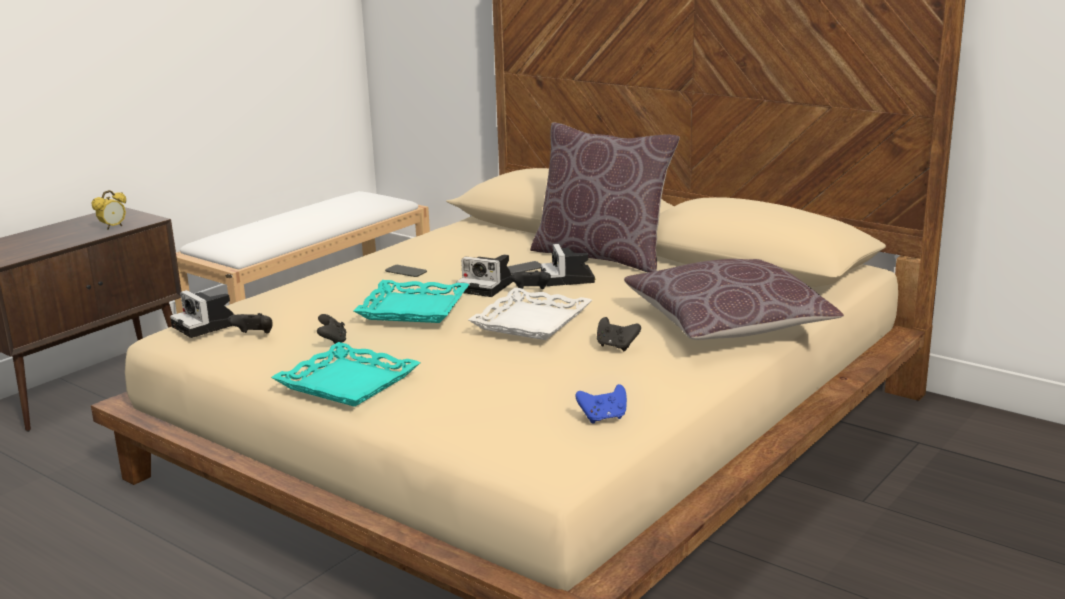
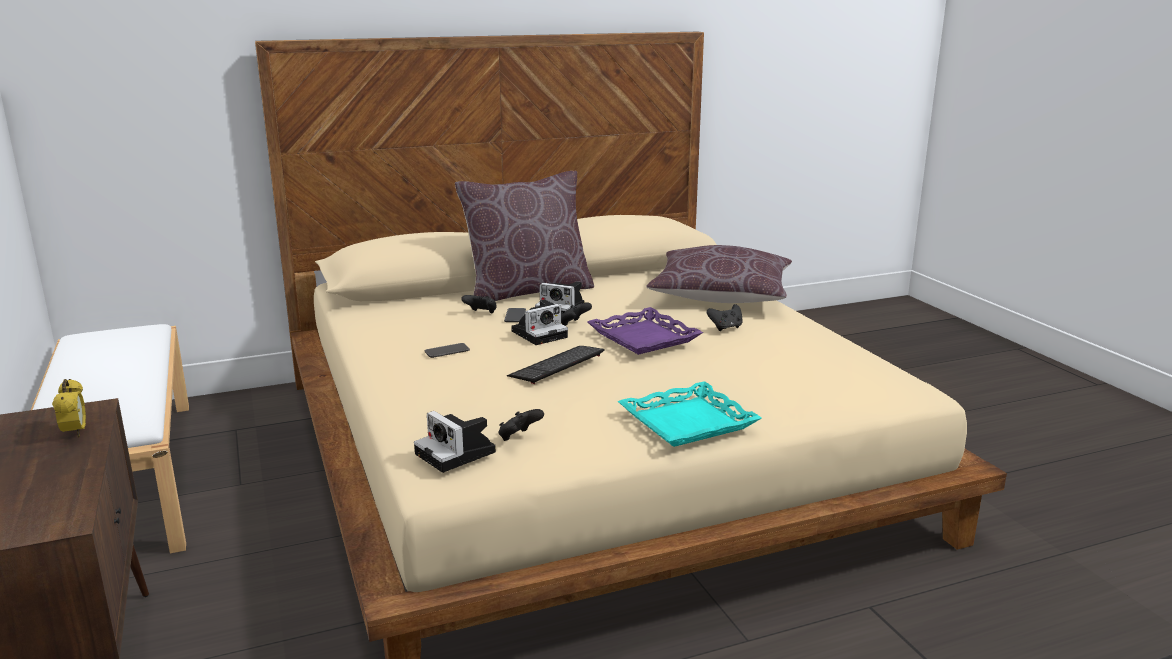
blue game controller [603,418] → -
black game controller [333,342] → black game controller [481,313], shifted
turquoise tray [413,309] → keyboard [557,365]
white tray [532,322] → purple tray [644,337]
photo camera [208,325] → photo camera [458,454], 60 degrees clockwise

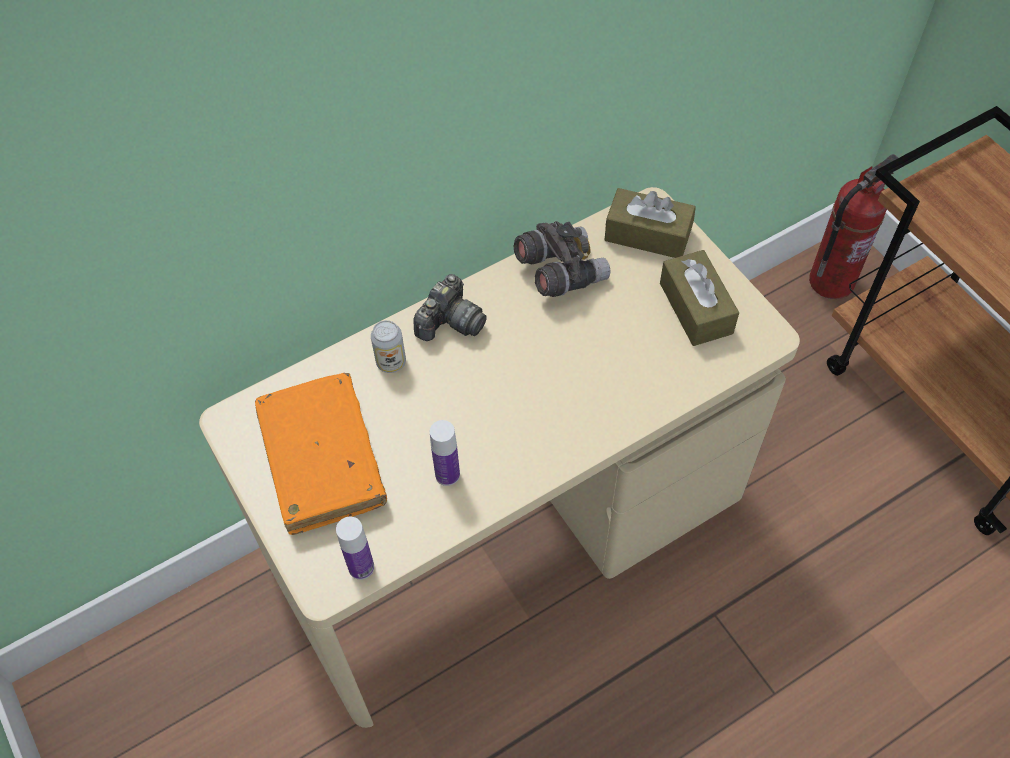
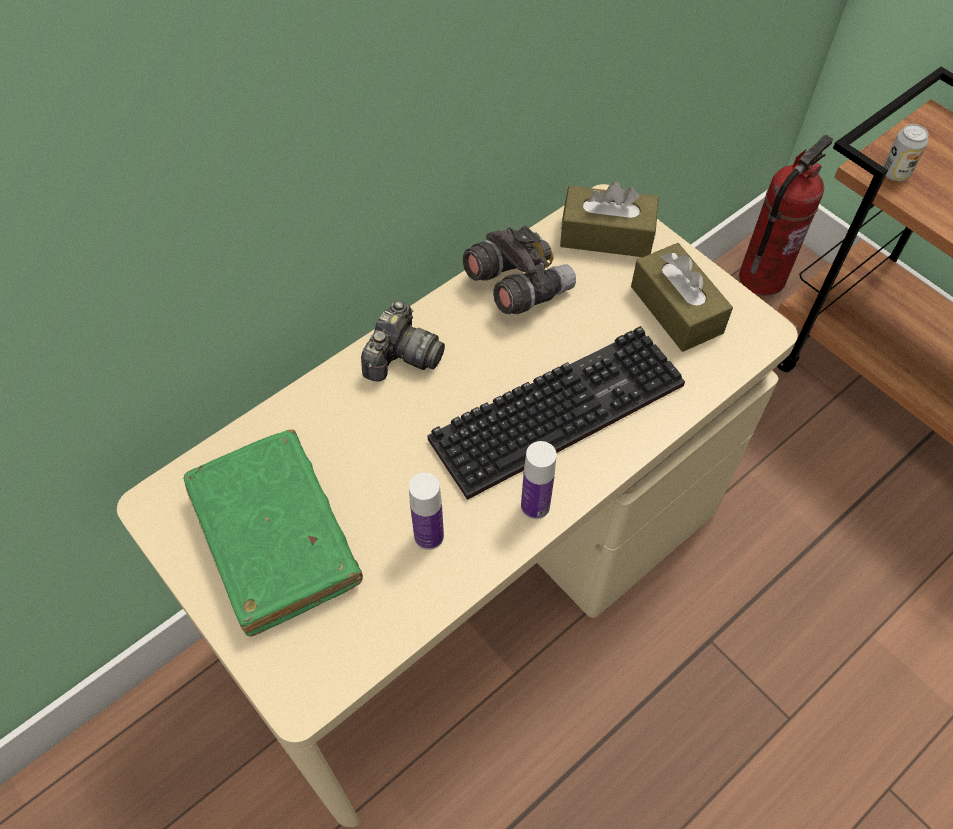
- → keyboard [558,407]
bottle [361,567] → bottle [535,506], shifted
can [391,362] → can [895,173], shifted
orange book [322,460] → green book [275,538]

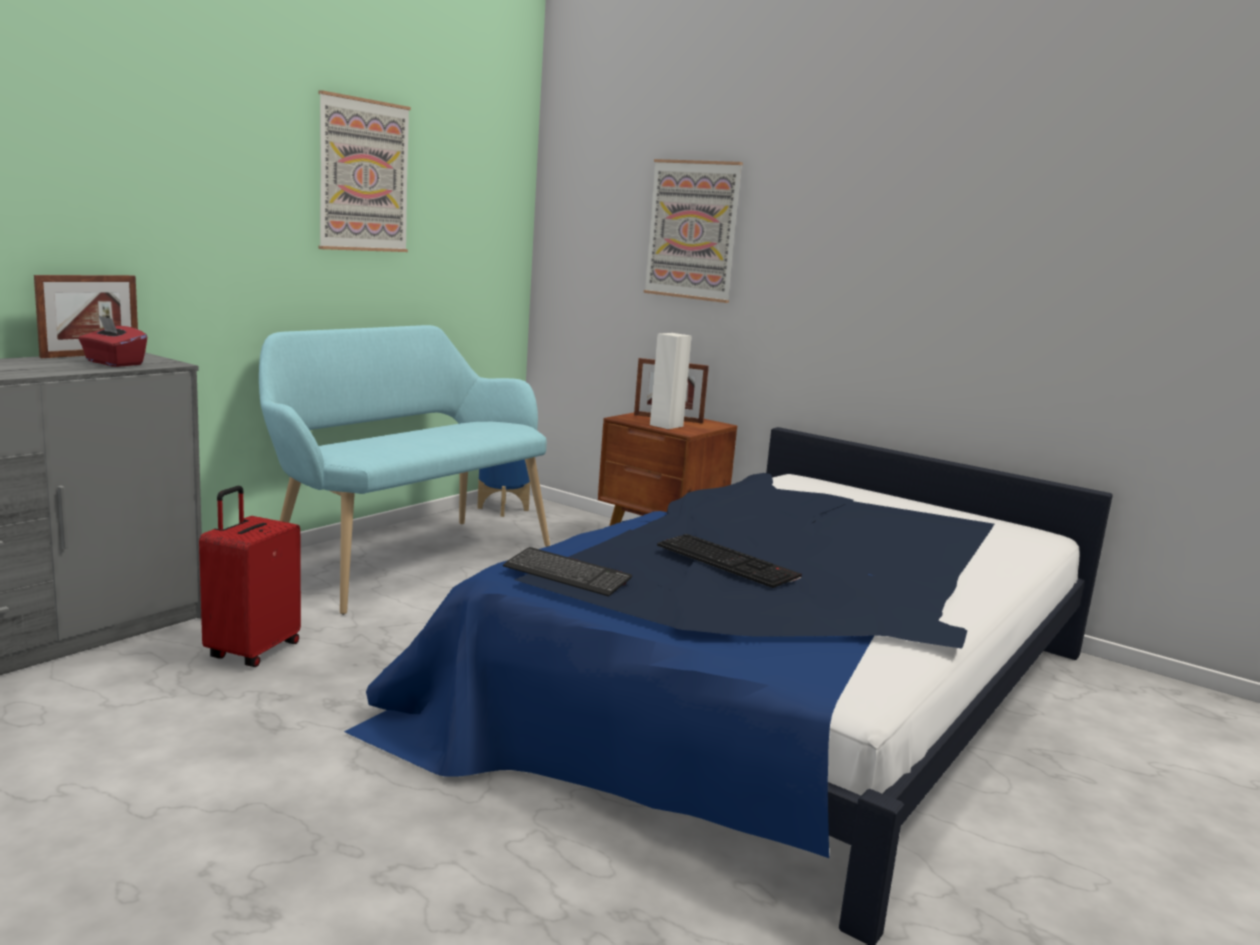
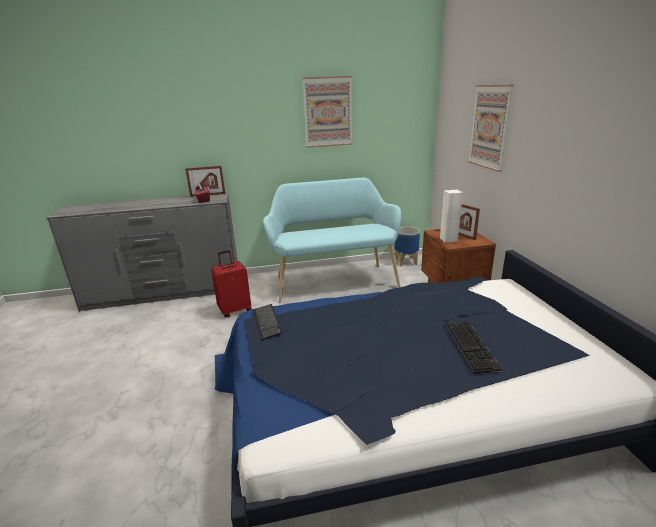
keyboard [729,561] → keyboard [472,346], shifted

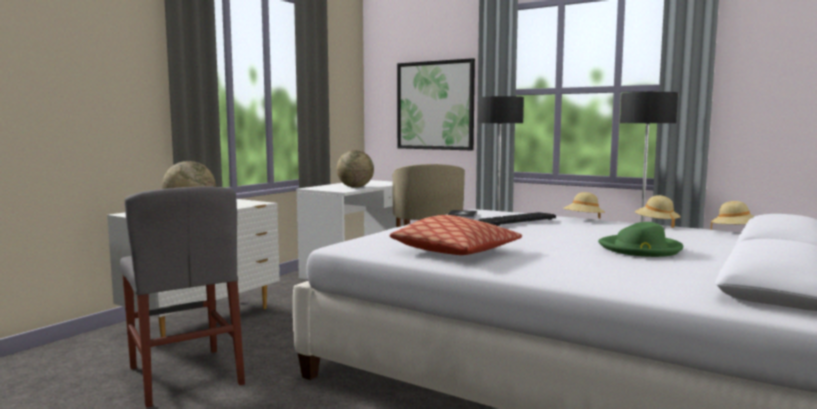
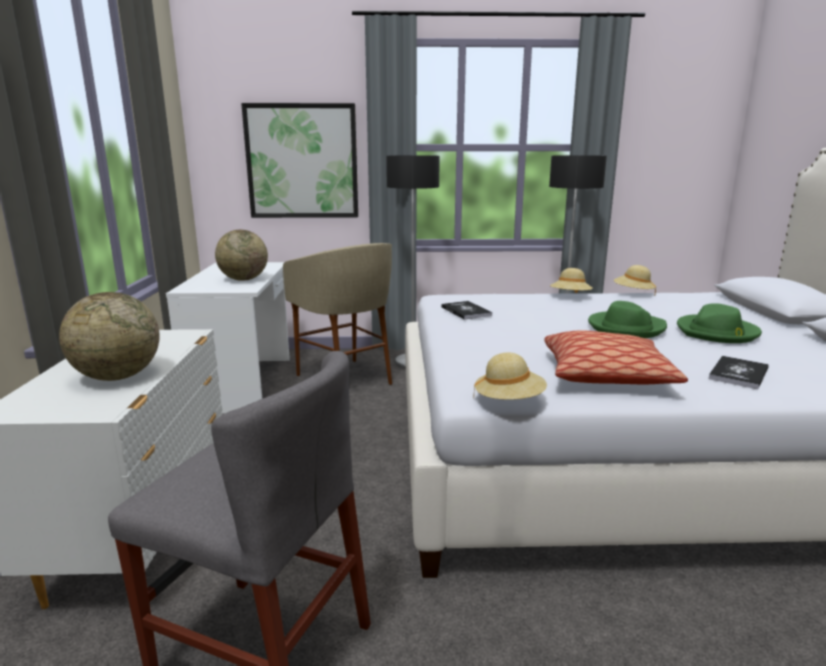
keyboard [518,221] → -
- → green hat [626,328]
- → book [738,373]
beige hat [735,232] → beige hat [509,401], shifted

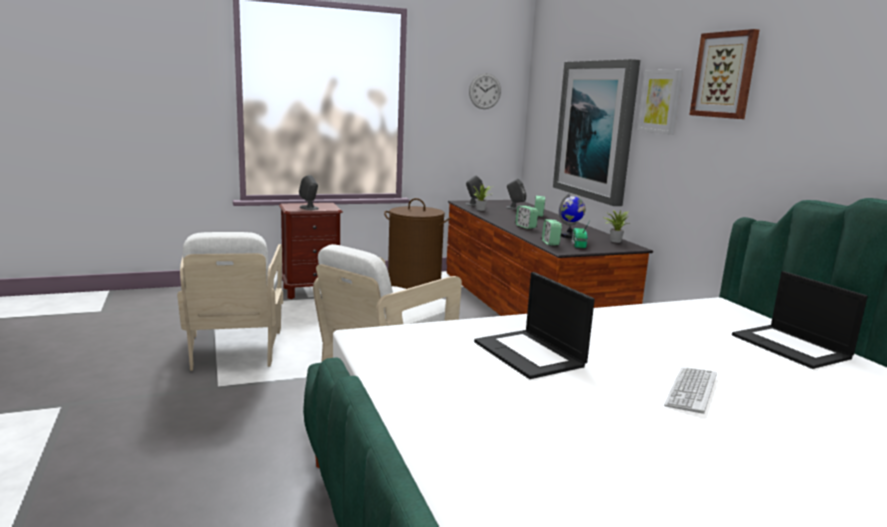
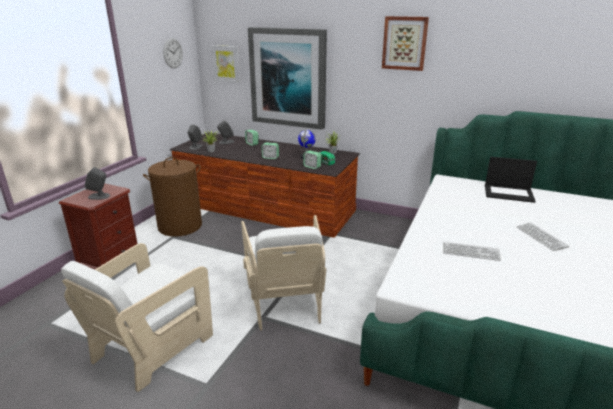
picture [660,101] → picture [226,64], shifted
laptop [530,354] → keyboard [470,252]
white armchair [234,347] → white armchair [153,346], 90 degrees clockwise

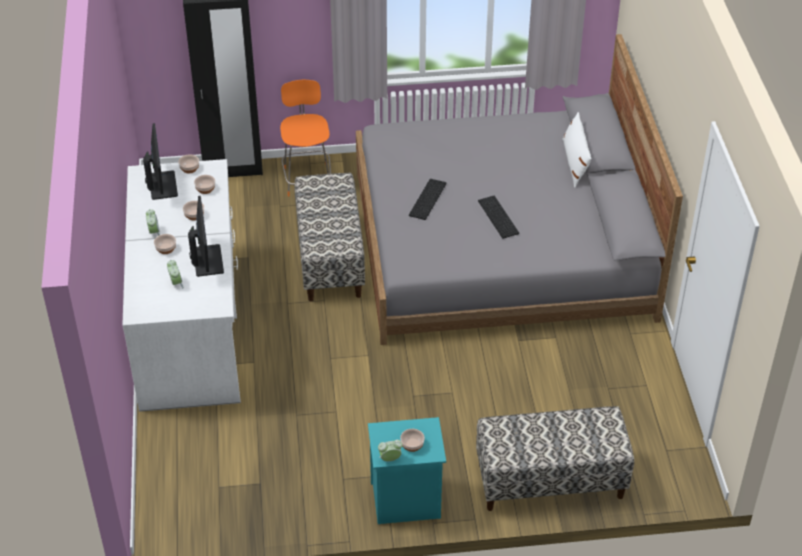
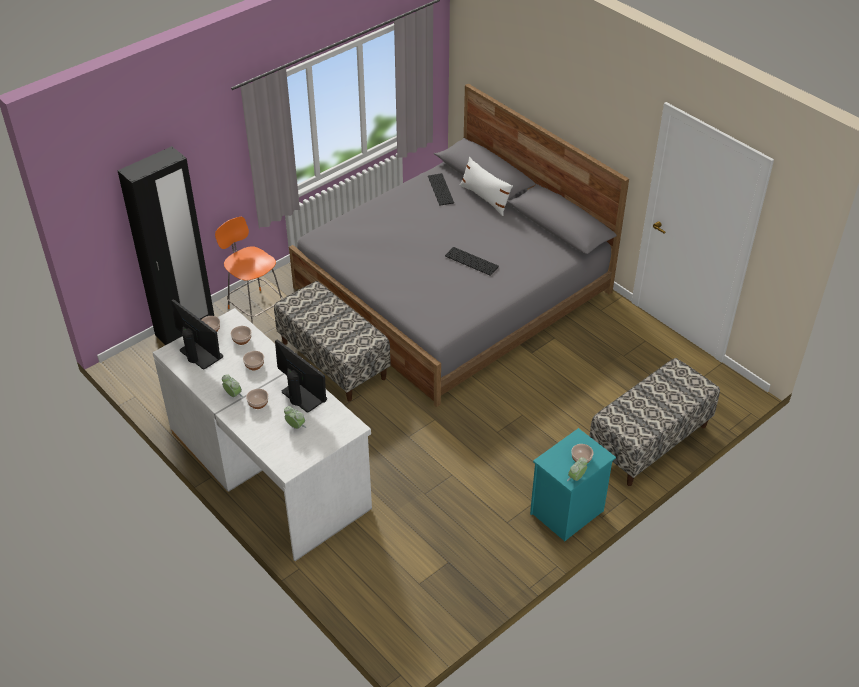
keyboard [428,200] → keyboard [441,189], shifted

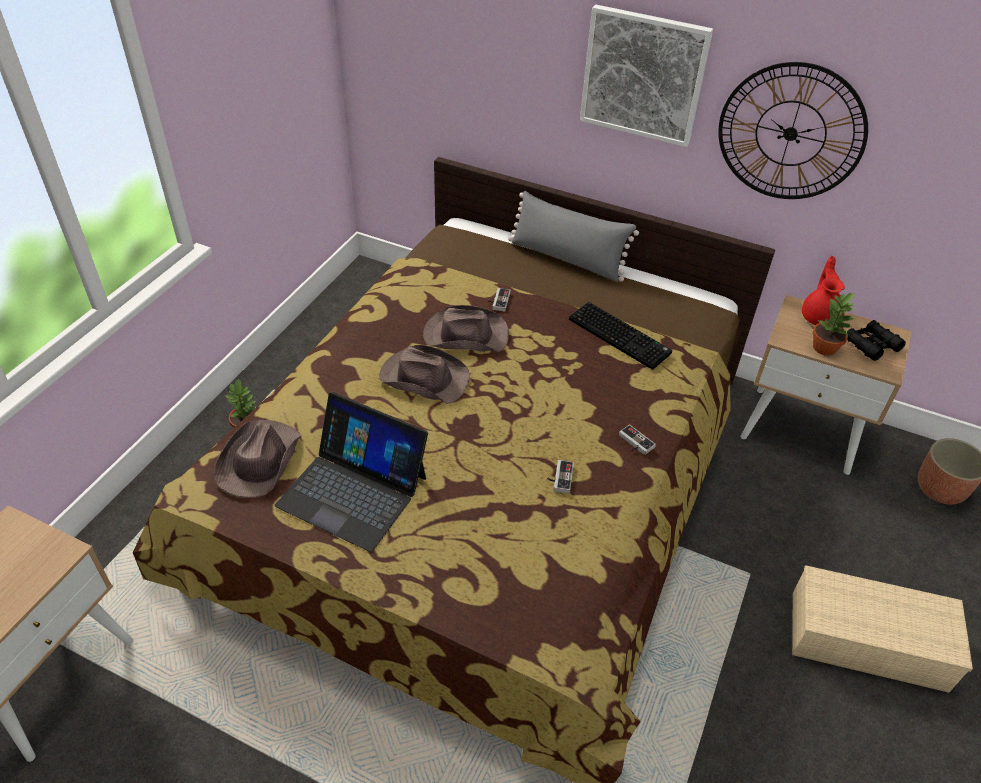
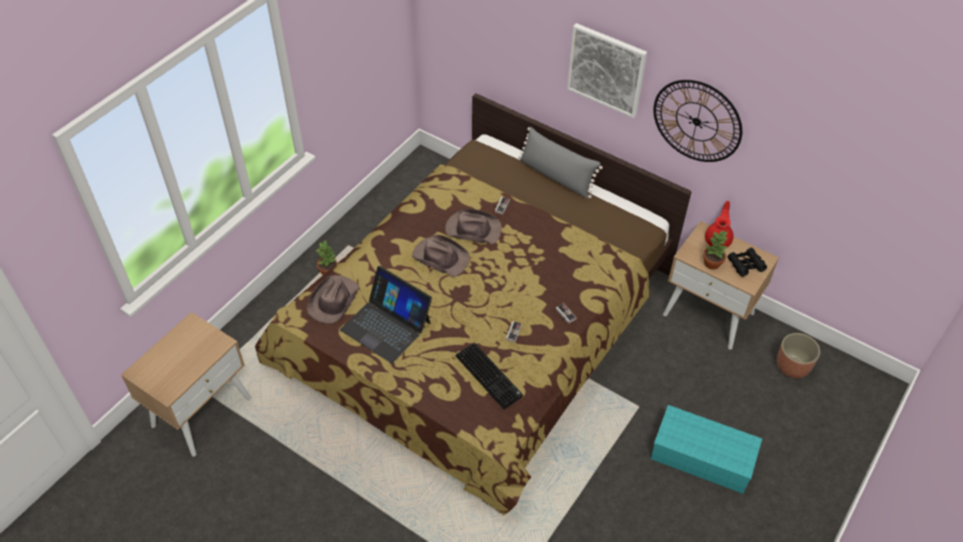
keyboard [621,336] → keyboard [490,376], shifted
beige storage box [869,639] → turquoise storage box [704,456]

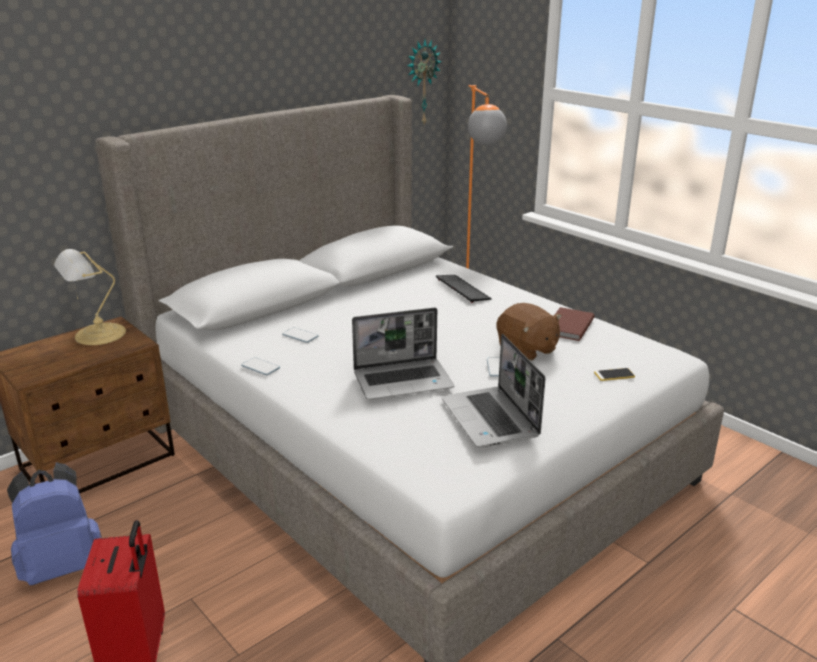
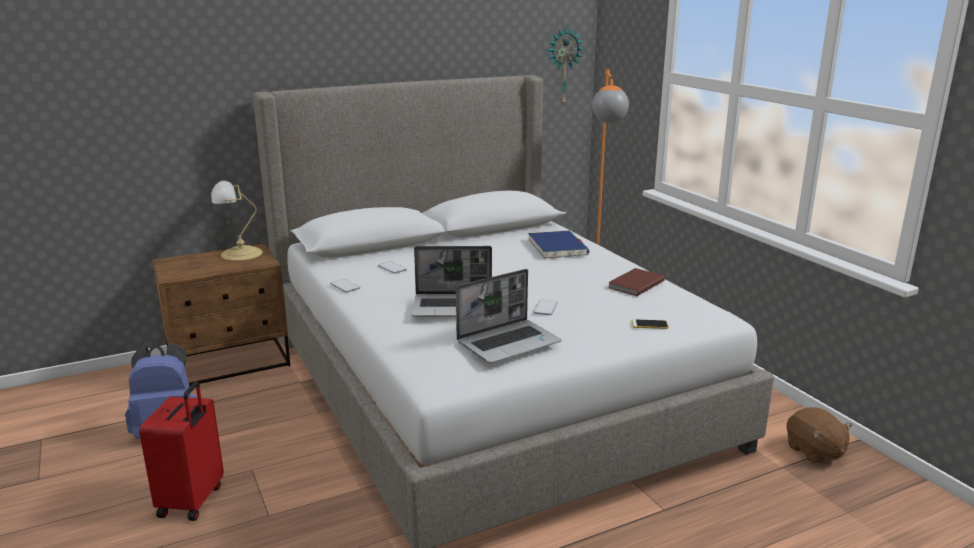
brown plush toy [526,350] → brown plush toy [814,451], shifted
keyboard [462,289] → blue book [557,248]
laptop [491,419] → laptop [509,342], 120 degrees counterclockwise

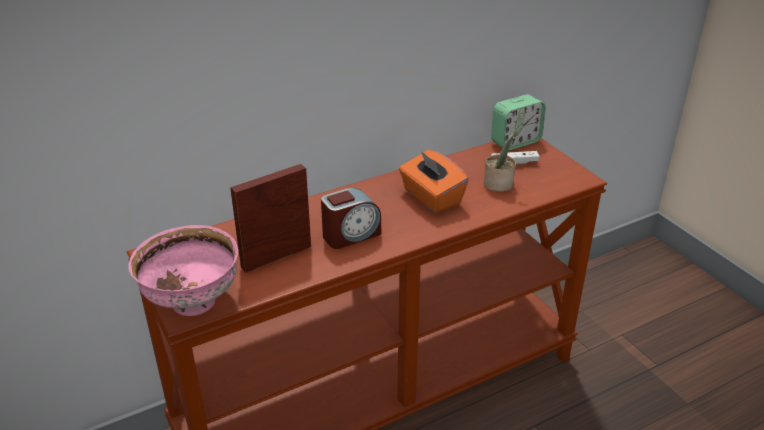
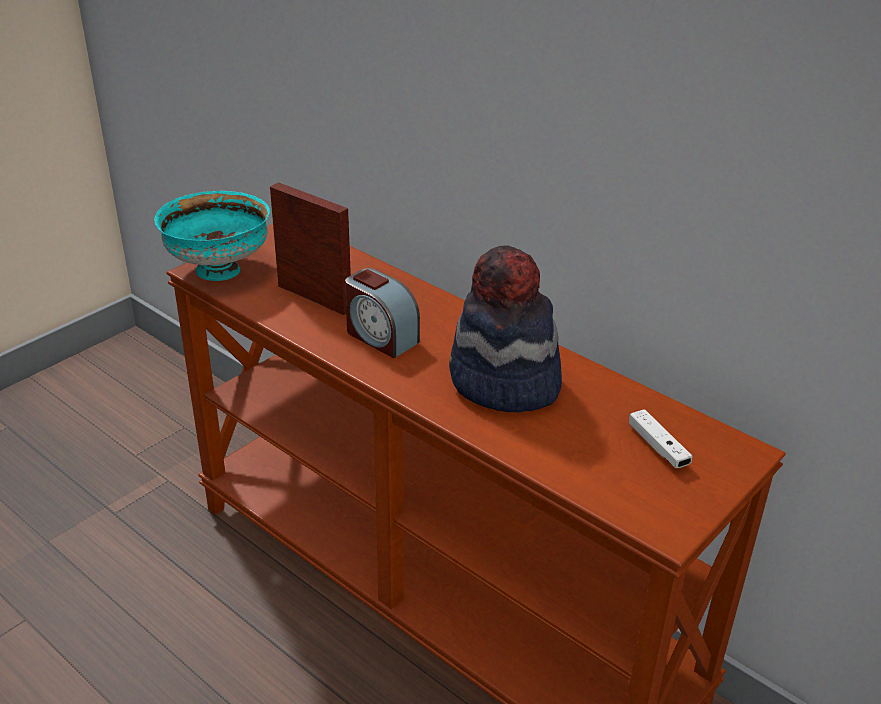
potted plant [500,183] → -
alarm clock [515,142] → -
orange tissue box [431,197] → hat [503,383]
pink bowl [192,303] → turquoise bowl [218,269]

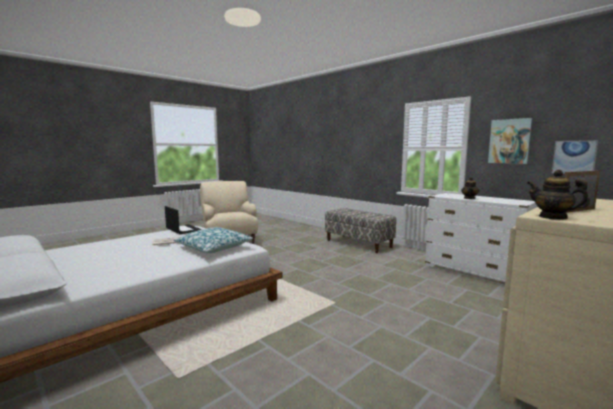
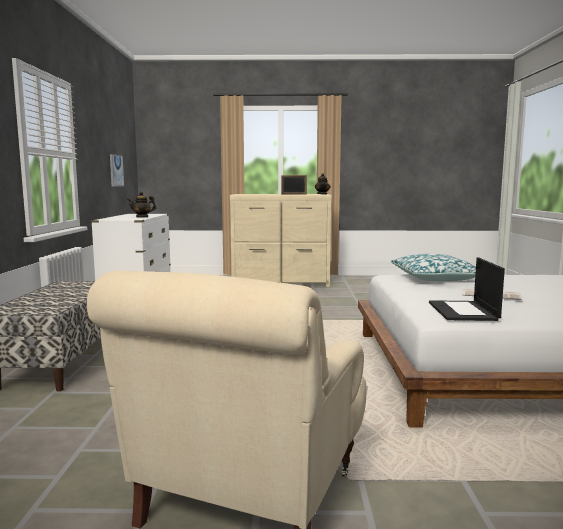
picture [509,141] → -

